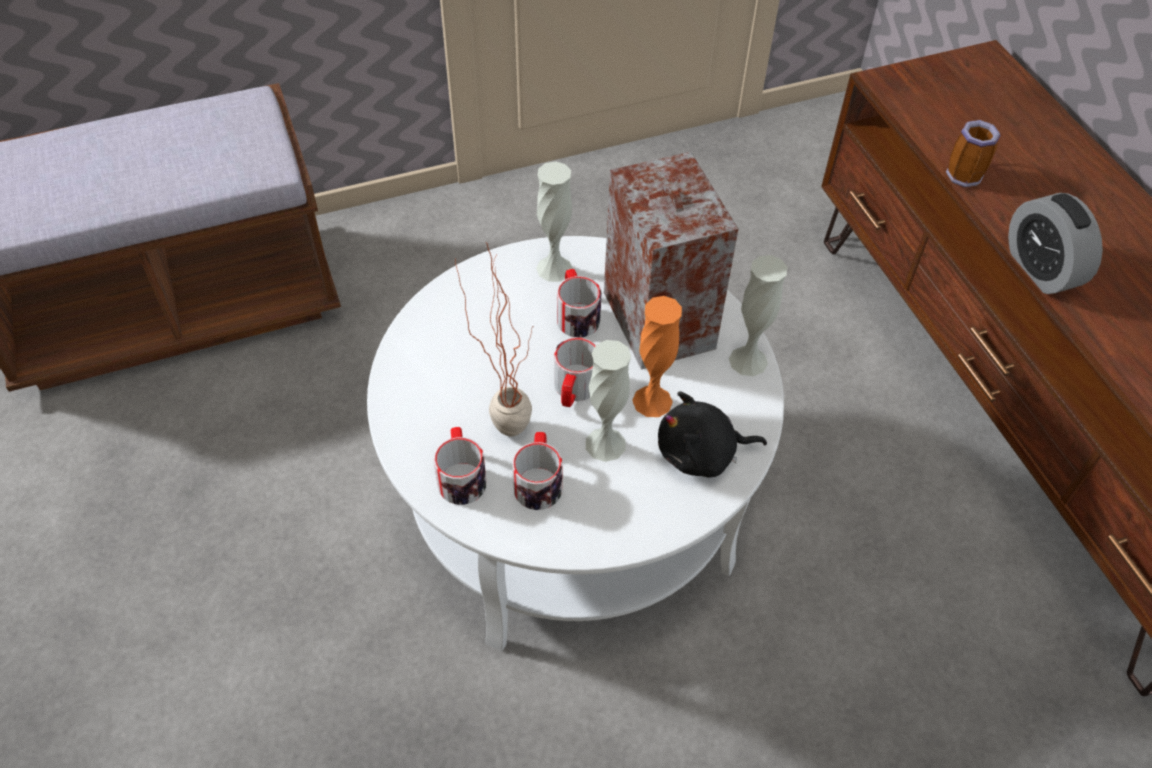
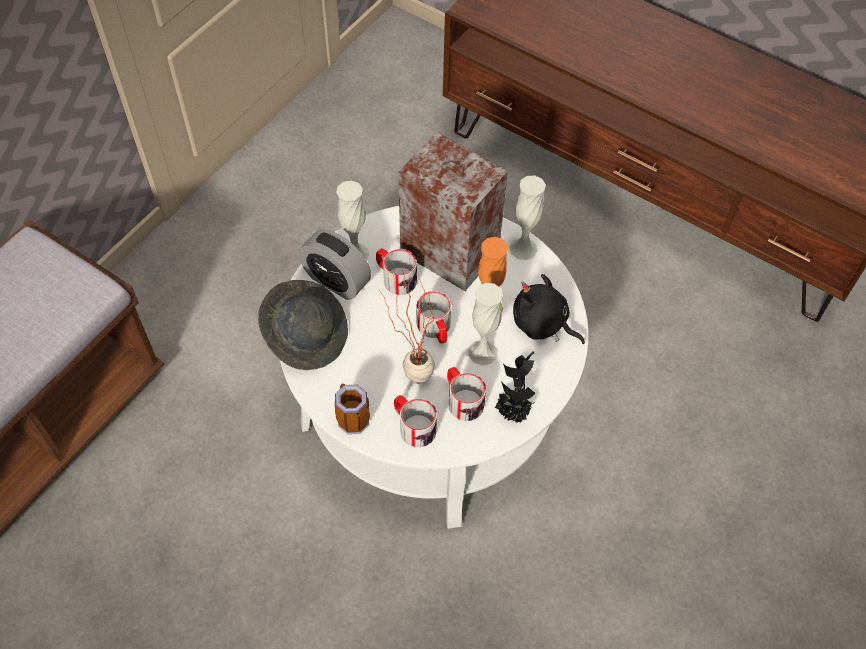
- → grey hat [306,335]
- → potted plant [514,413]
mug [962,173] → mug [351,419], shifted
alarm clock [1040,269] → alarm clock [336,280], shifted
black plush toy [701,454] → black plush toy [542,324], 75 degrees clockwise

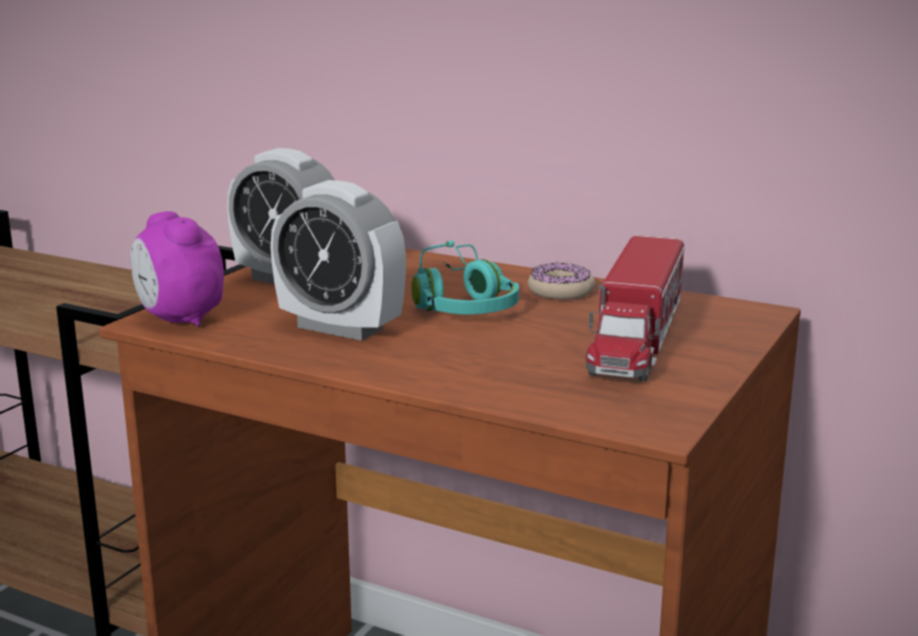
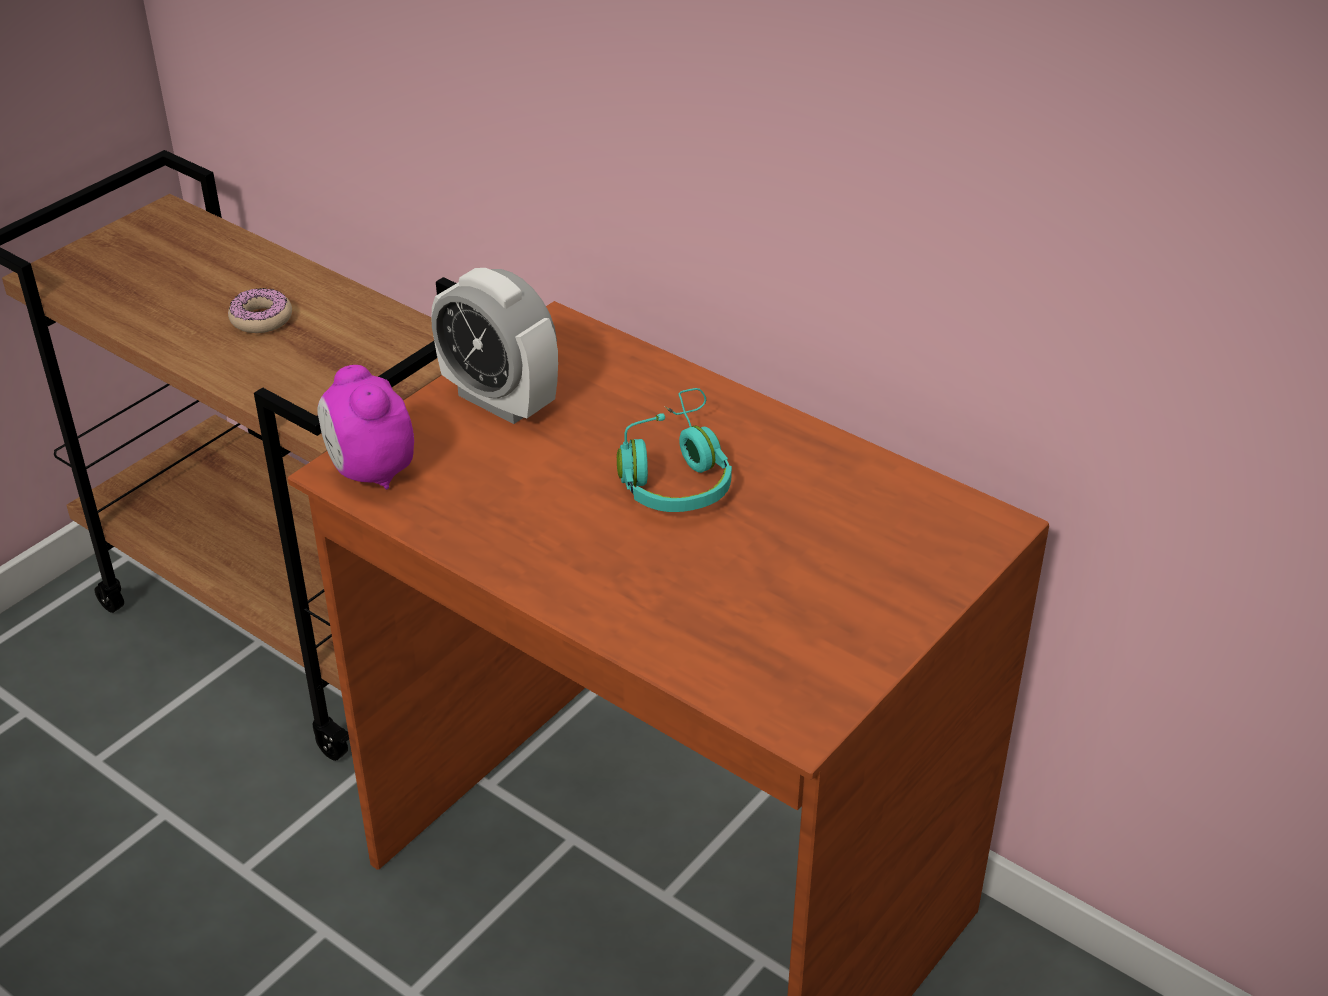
alarm clock [340,328] → -
toy truck [636,338] → -
donut [560,291] → donut [261,319], shifted

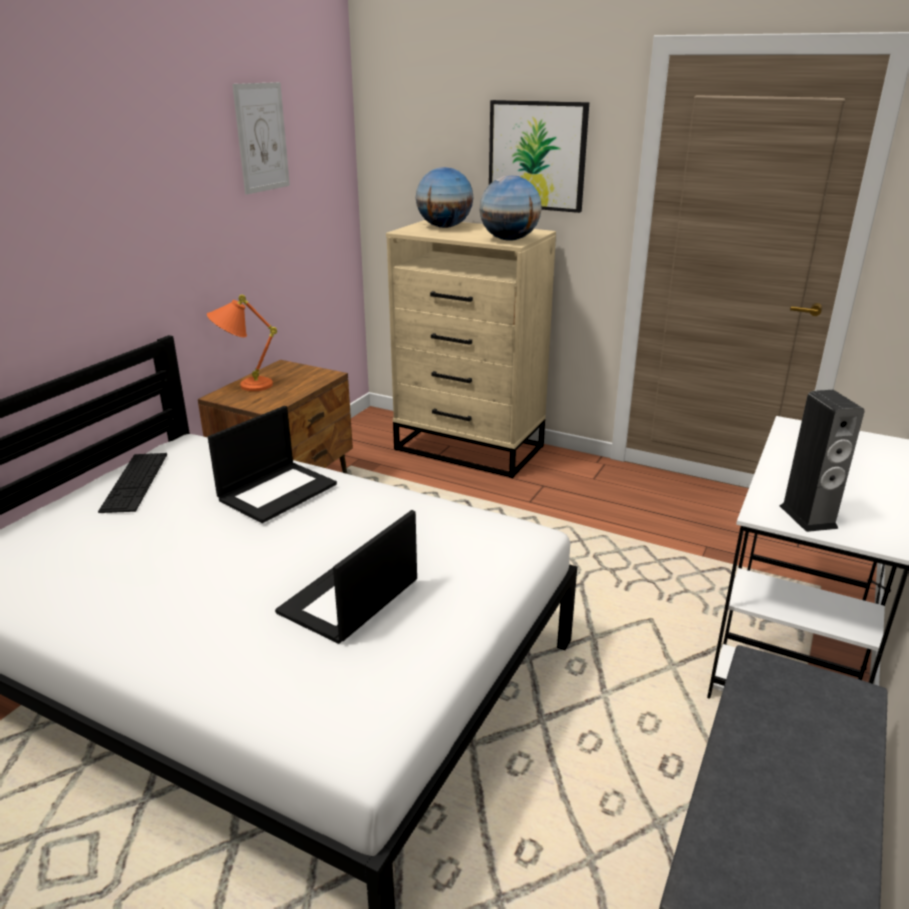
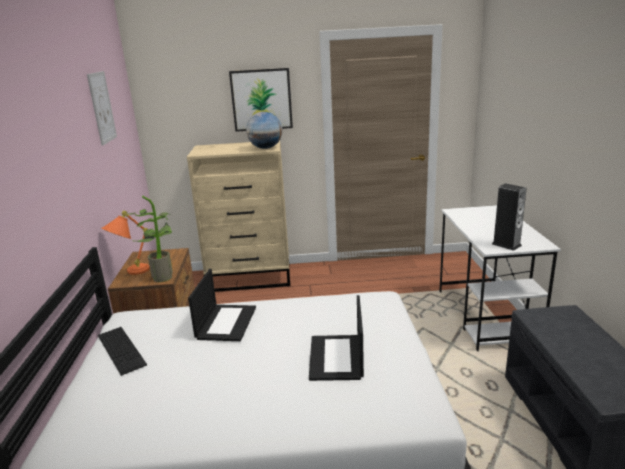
globe [444,227] → -
- → potted plant [162,276]

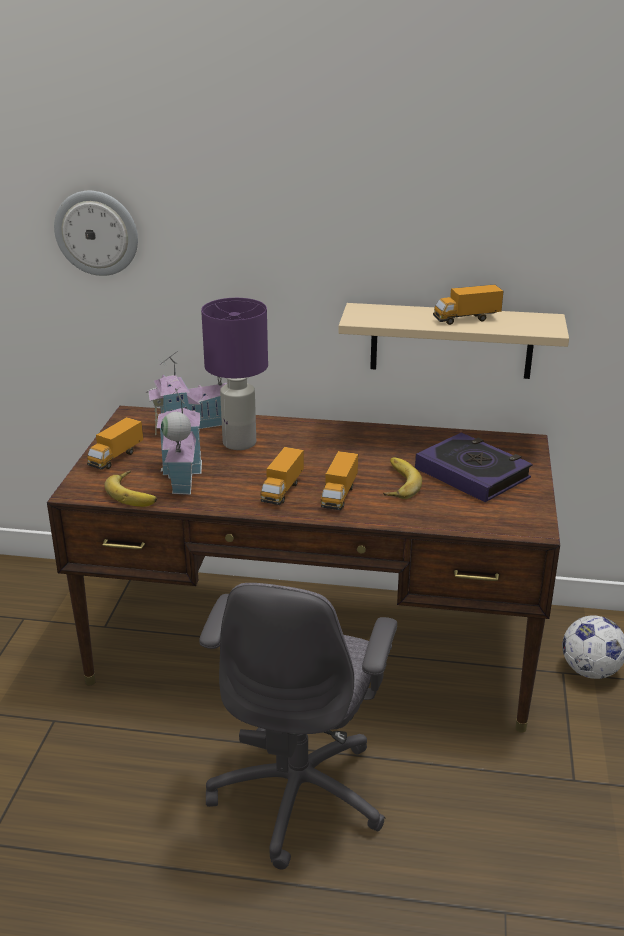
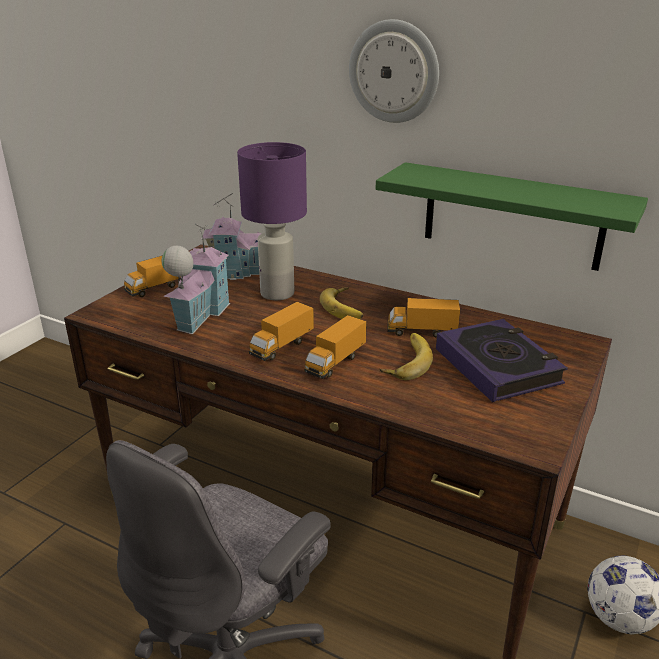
wall clock [97,233] → wall clock [394,72], shifted
banana [135,493] → banana [346,307], shifted
toy truck [466,319] → toy truck [421,332], shifted
beige shelf [451,341] → green shelf [512,216]

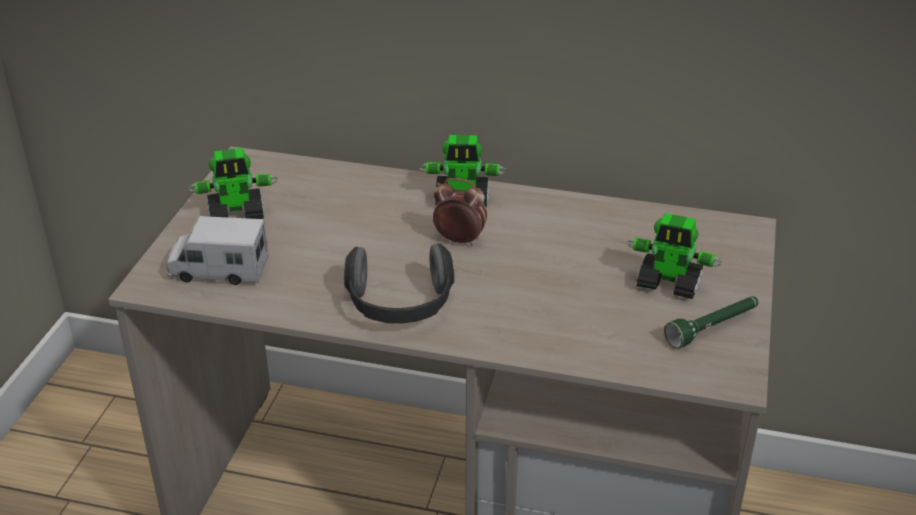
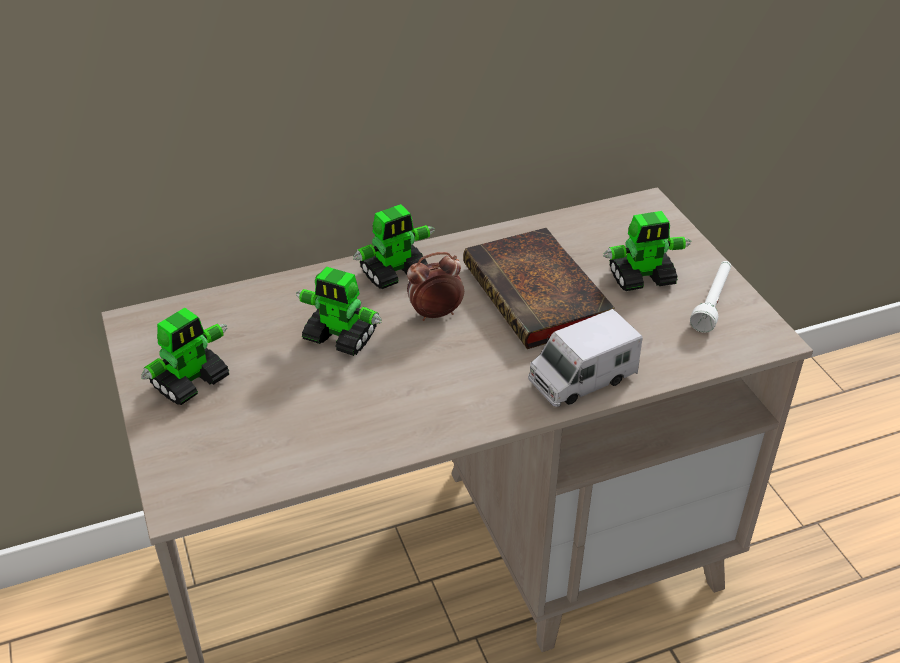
headphones [400,306] → -
- → toy robot [341,337]
- → book [539,297]
toy truck [219,270] → toy truck [581,378], shifted
green flashlight [713,328] → white flashlight [712,302]

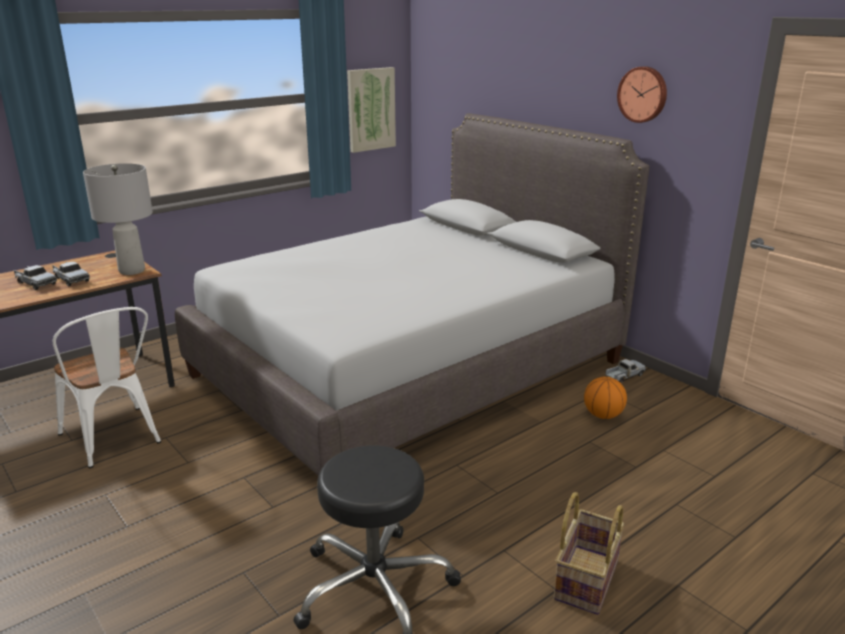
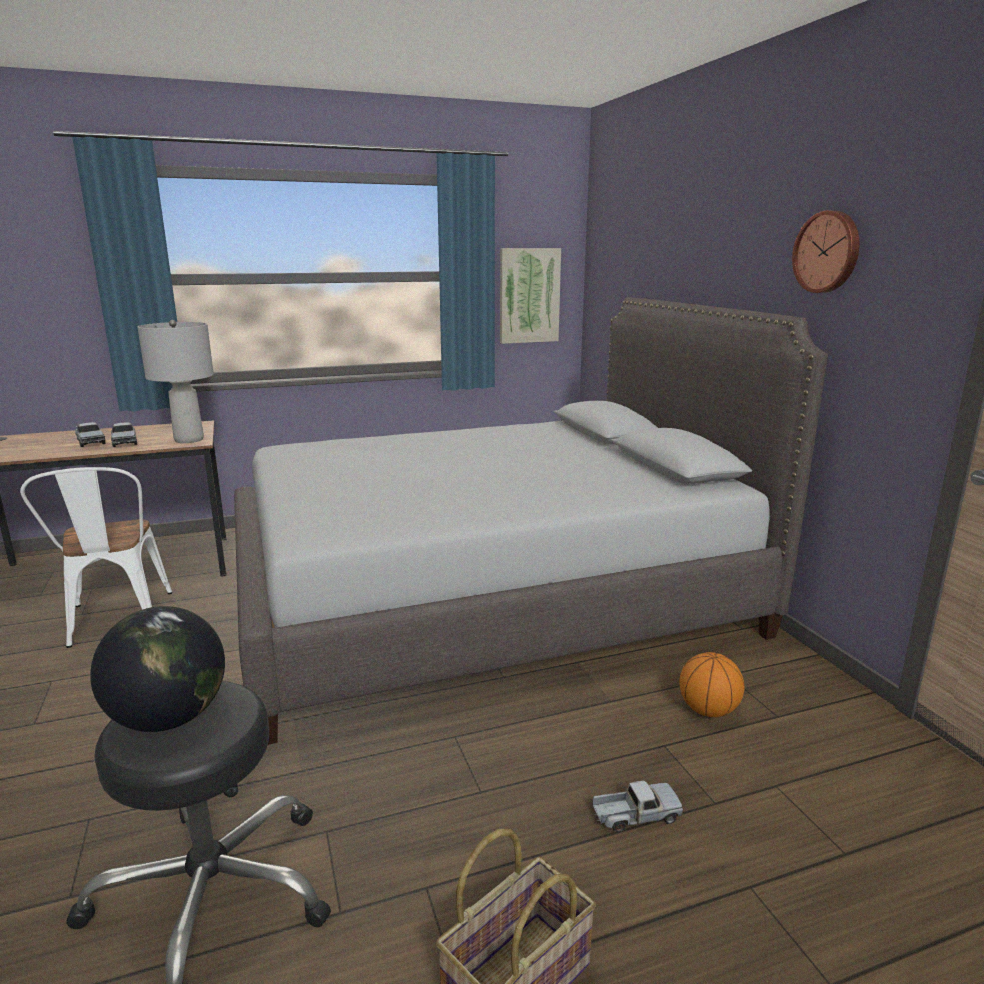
- → globe [169,718]
toy truck [624,376] → toy truck [635,815], shifted

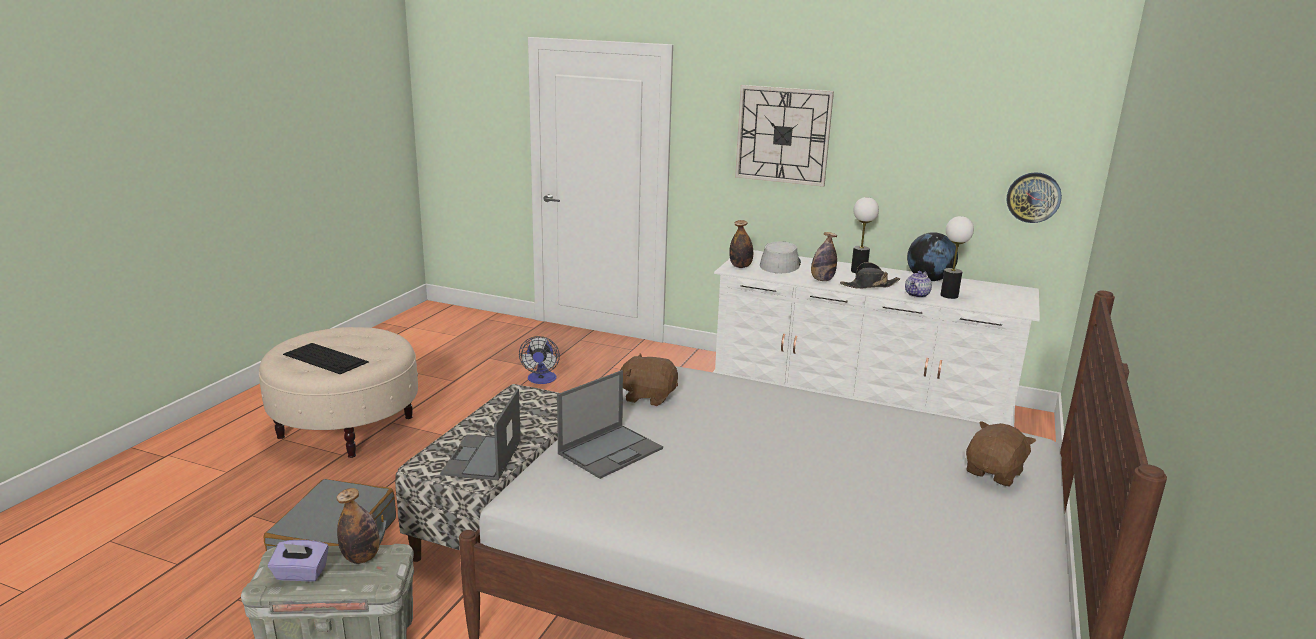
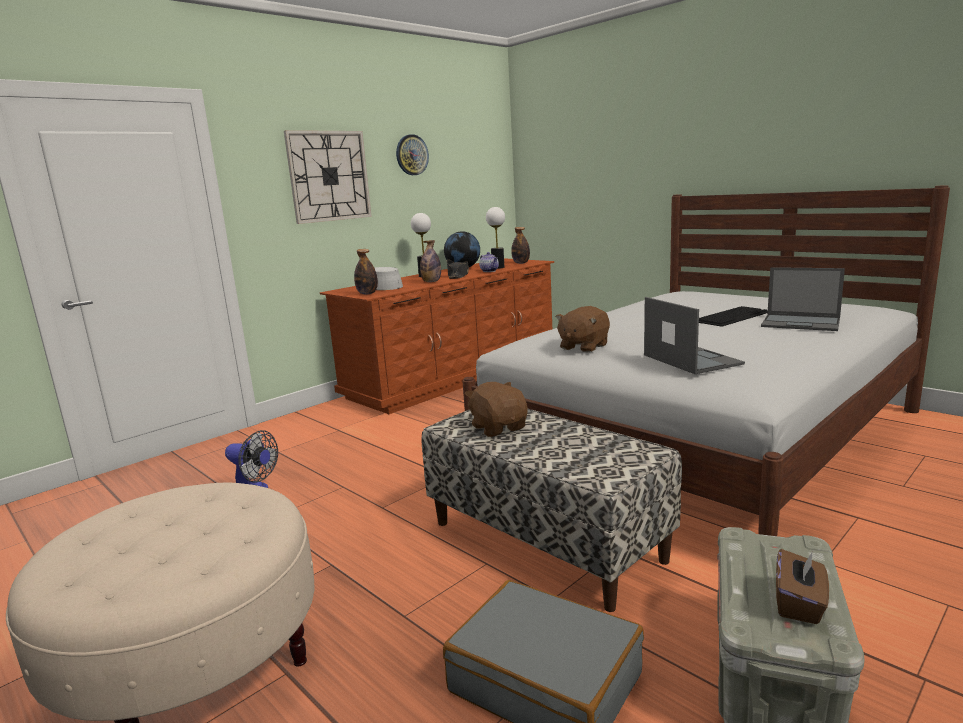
keyboard [326,358] → keyboard [731,316], shifted
bottle [361,557] → bottle [521,263], shifted
laptop [482,458] → laptop [801,323], shifted
brown plush toy [994,473] → brown plush toy [499,428], shifted
wall clock [1033,197] → wall clock [411,155], shifted
purple tissue box [300,574] → brown tissue box [799,604]
white dresser [859,399] → brown dresser [455,376]

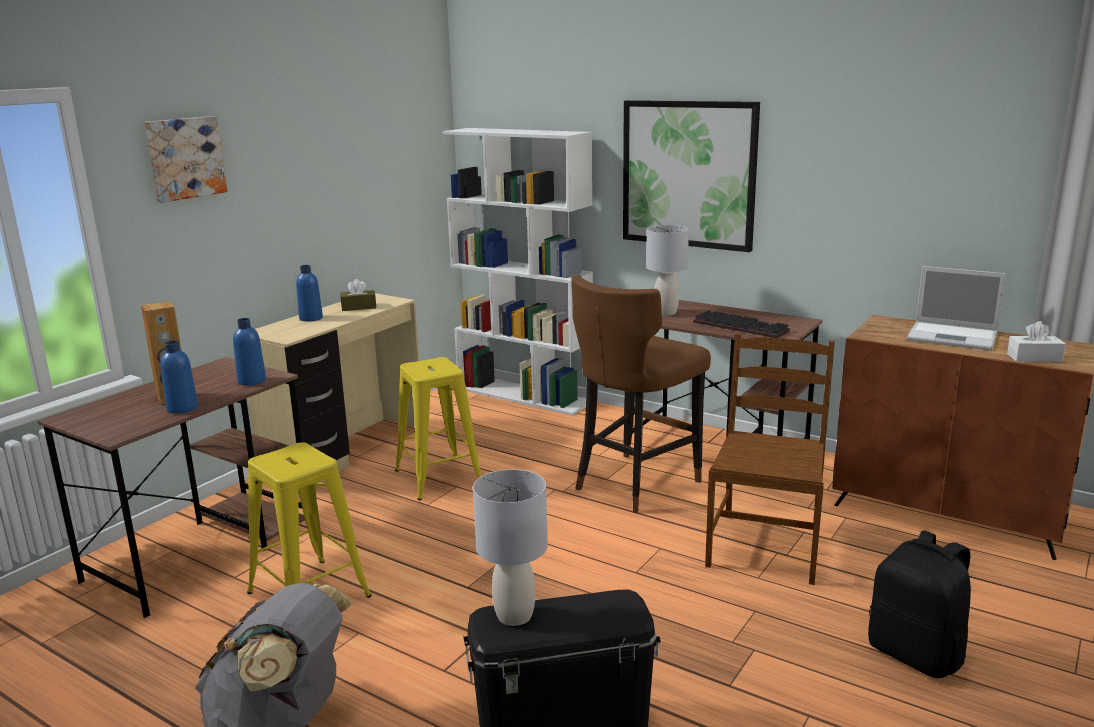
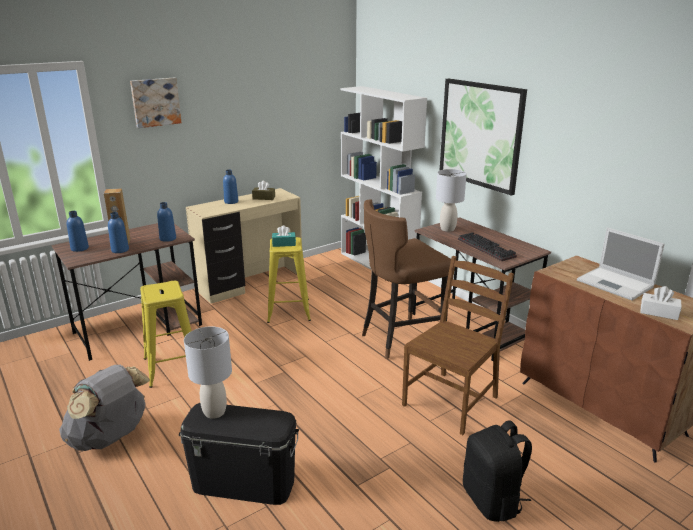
- → blue bottle [79,248]
- → turquoise tissue box [284,244]

